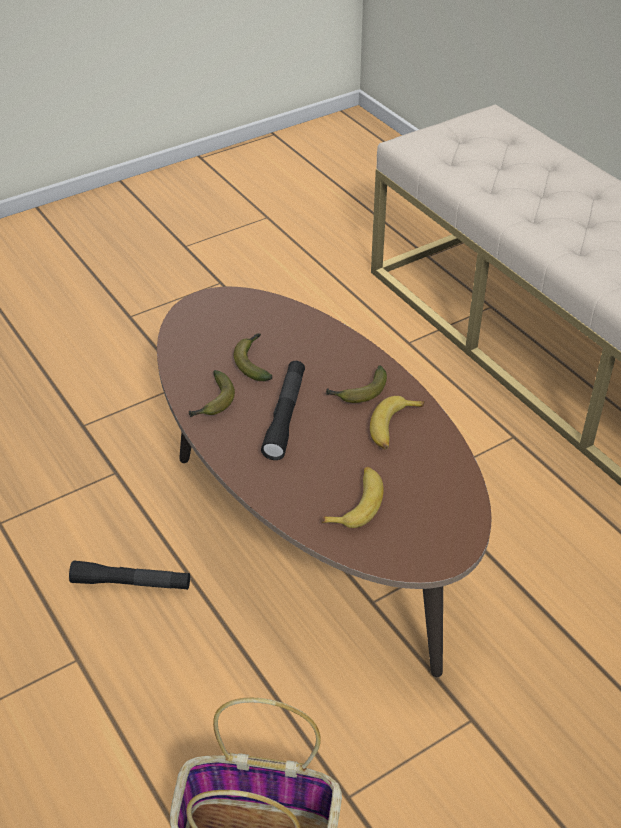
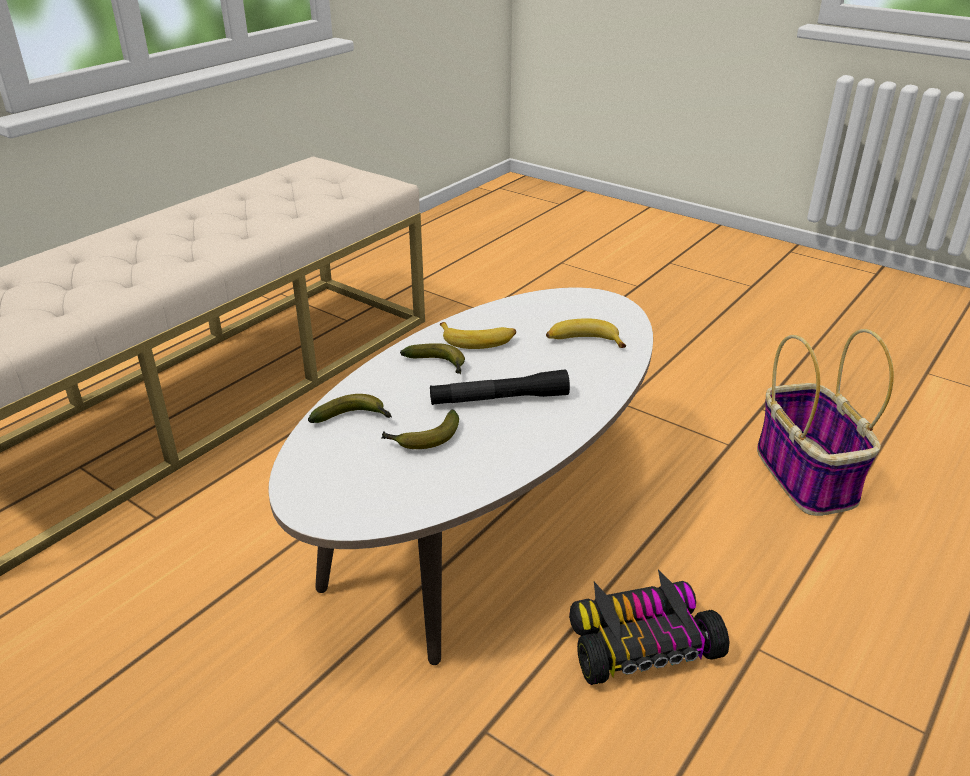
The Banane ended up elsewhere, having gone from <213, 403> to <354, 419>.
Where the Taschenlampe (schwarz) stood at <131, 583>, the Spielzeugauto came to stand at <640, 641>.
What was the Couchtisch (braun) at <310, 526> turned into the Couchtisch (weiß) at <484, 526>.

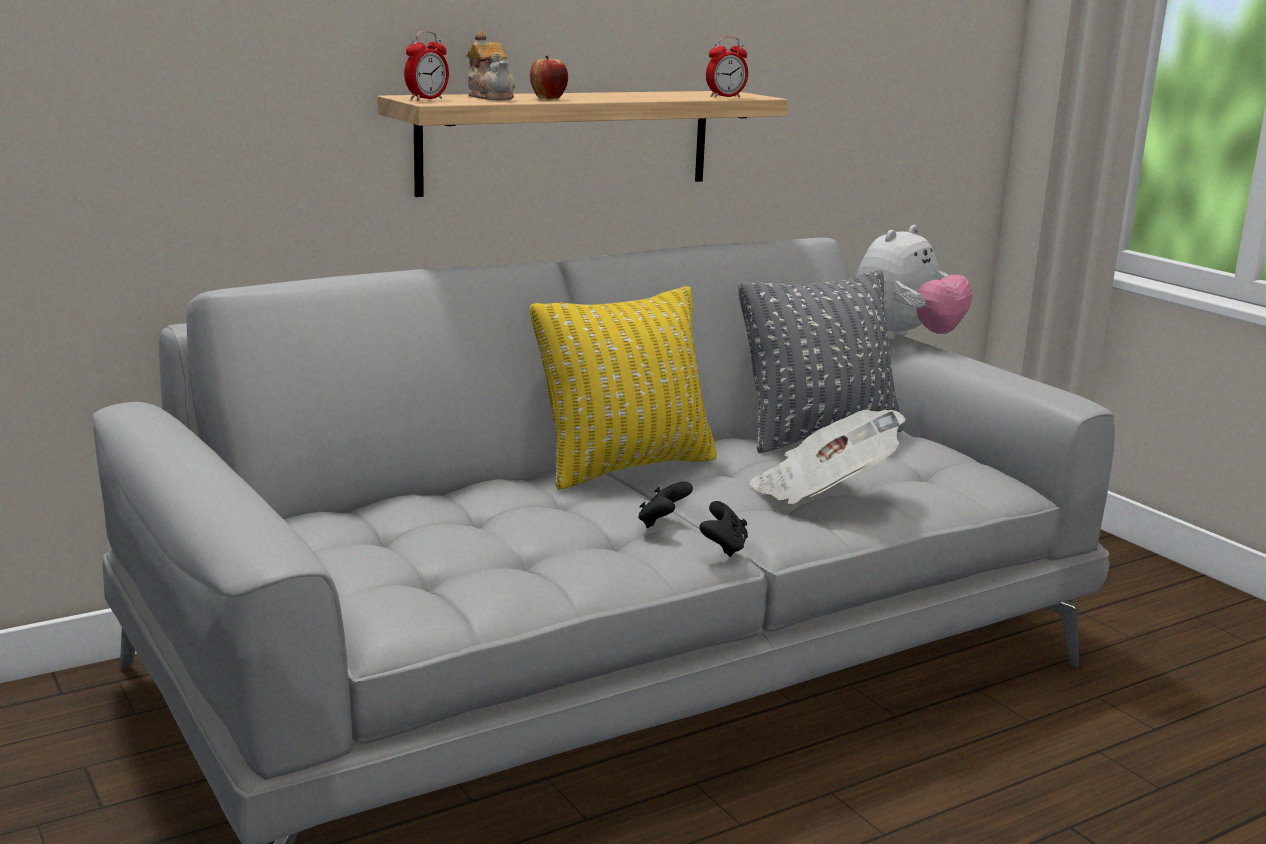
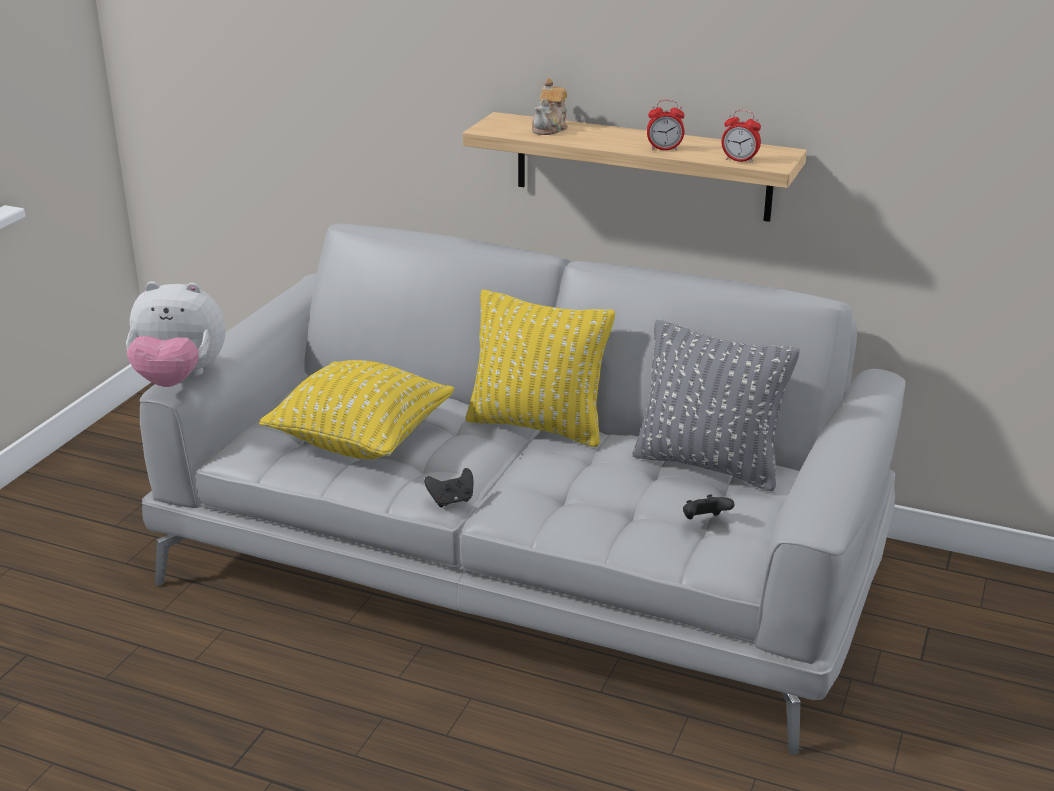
The second view lost the Apfel at <548, 98>.
The second view lost the Zeitung at <823, 492>.
The second view gained the Kissen (gelb) at <361, 441>.
The Wecker ended up elsewhere, having gone from <426, 99> to <664, 149>.
The Gamepad (schwarz) ended up elsewhere, having gone from <662, 523> to <704, 521>.
The Plüschtier ended up elsewhere, having gone from <905, 338> to <179, 379>.

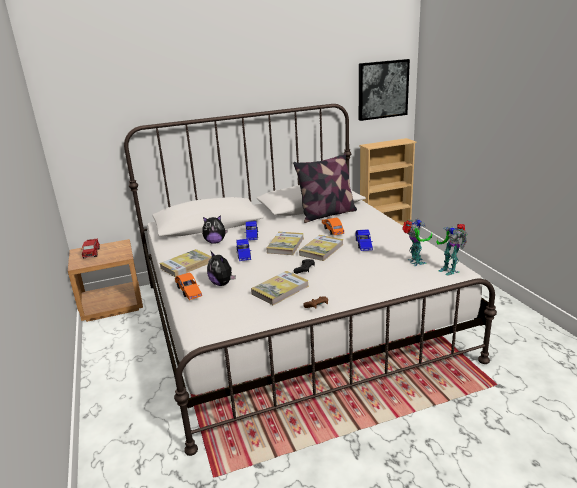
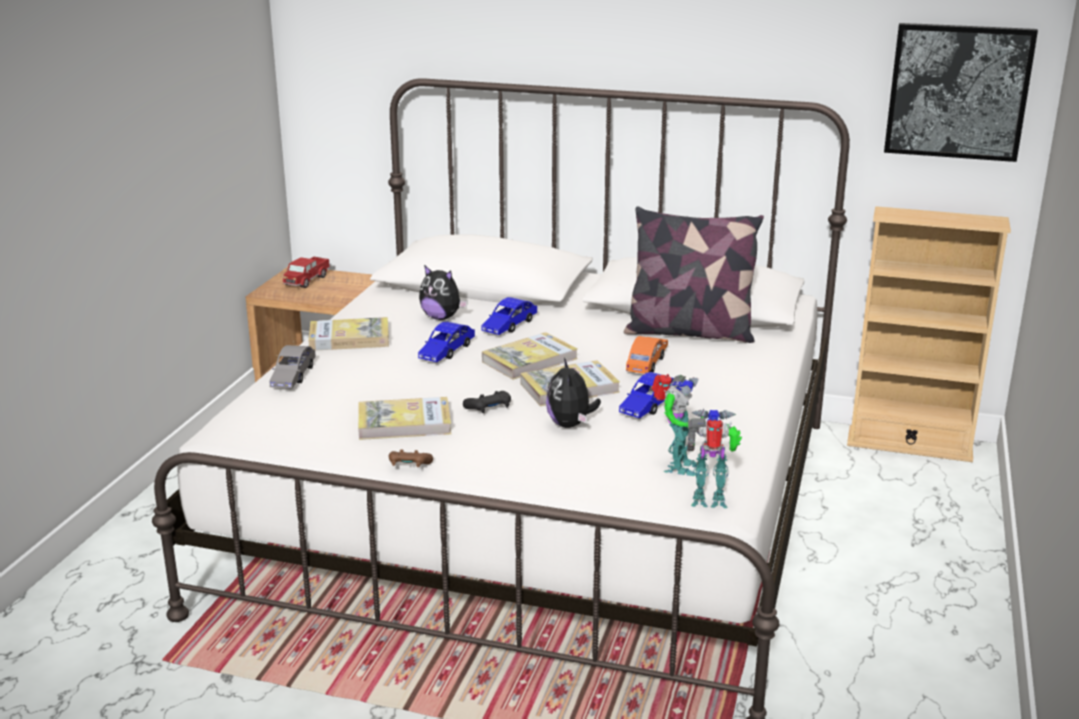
The Plüschtier ended up elsewhere, having gone from <222, 283> to <570, 424>.
What was the Spielzeugauto (orange) at <188, 291> turned into the Spielzeugauto (grau) at <293, 376>.
The Spielzeugroboter at <449, 270> ended up facing another way, 90 degrees clockwise from before.

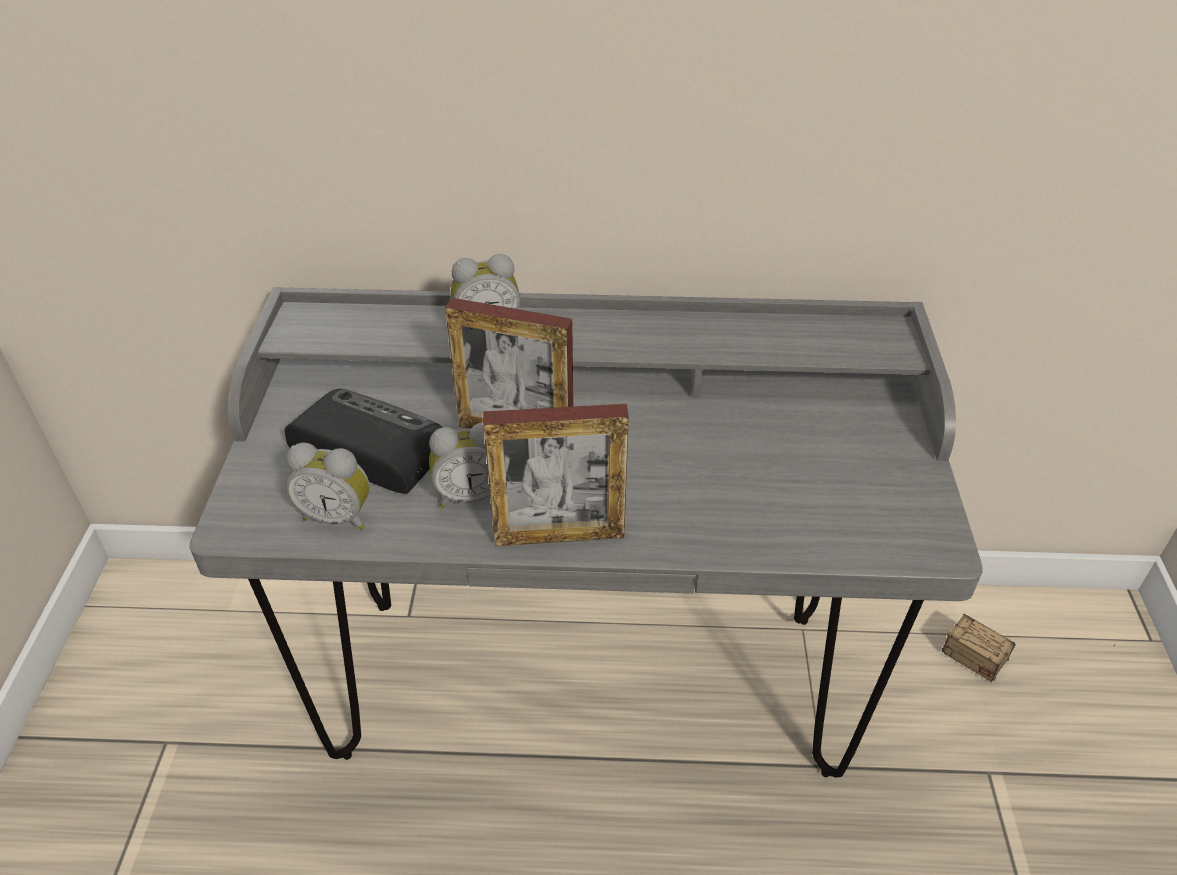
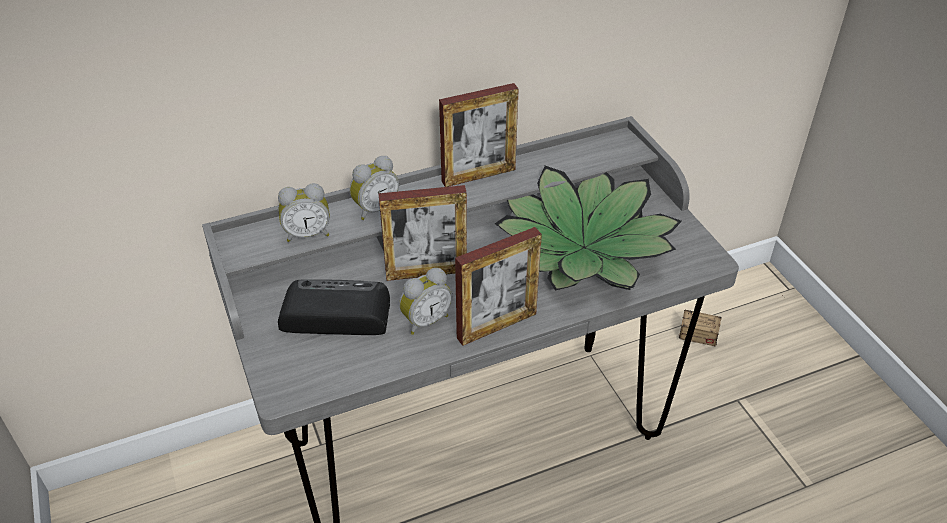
The second view gained the Bilderrahmen at <478, 175>.
The second view gained the Topfpflanze at <584, 248>.
The Wecker ended up elsewhere, having gone from <338, 515> to <307, 234>.

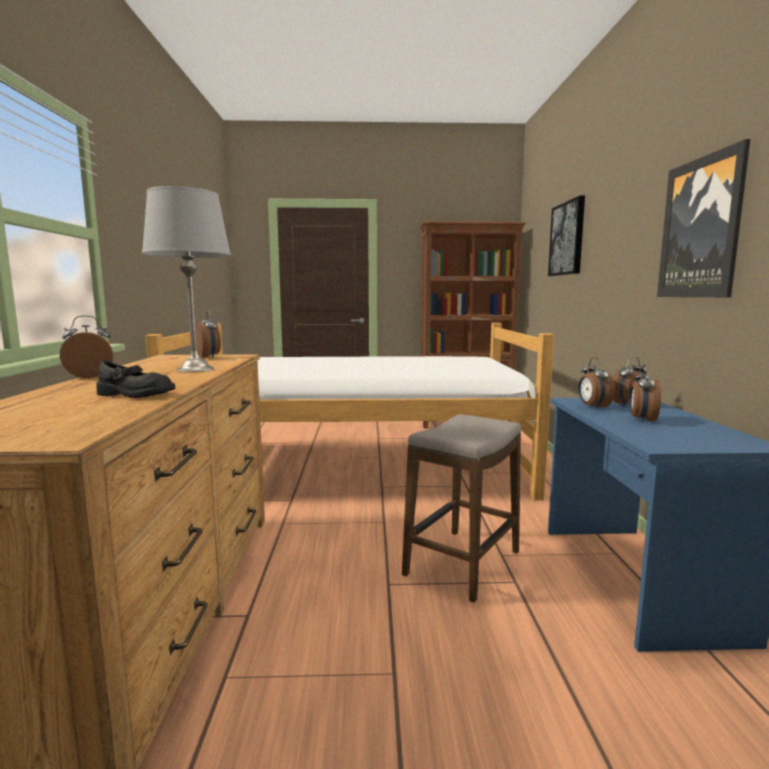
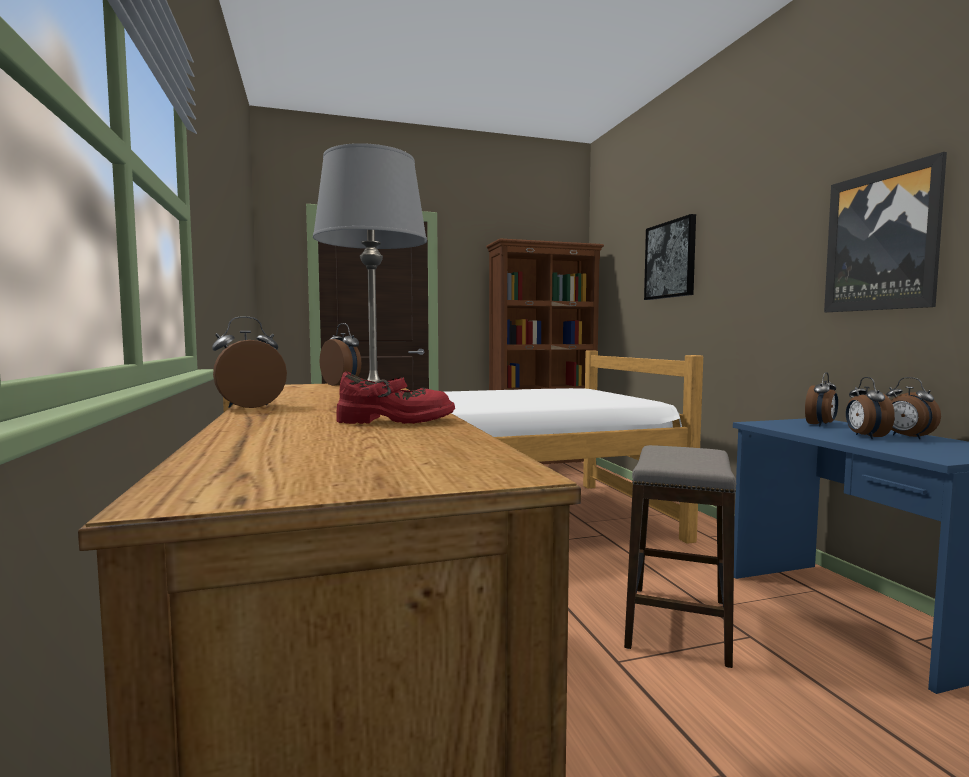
The Wecker ended up elsewhere, having gone from <592, 407> to <907, 437>.
What was the Schuh (schwarz) at <135, 394> turned into the Schuh (rot) at <396, 421>.

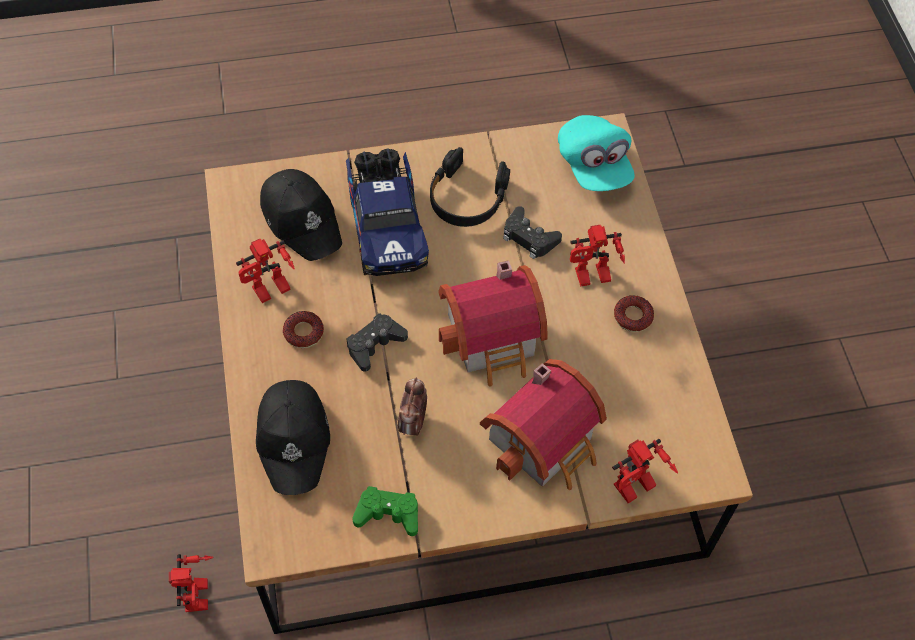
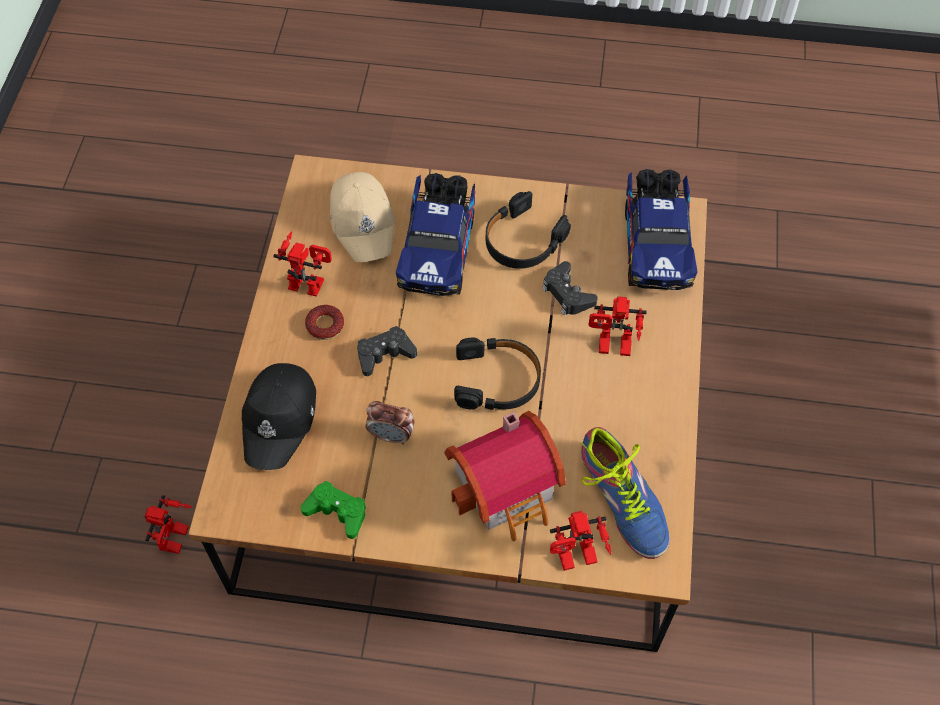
The second view lost the Donut at <632, 316>.
The second view gained the Schuh at <623, 499>.
Where the Spielzeughaus stood at <495, 339>, the Kopfhörer (schwarz) came to stand at <497, 380>.
Where the Kappe (türkis) stood at <594, 166>, the Spielzeuglaster came to stand at <656, 242>.
What was the Kappe (schwarz) at <302, 219> turned into the Kappe (beige) at <363, 222>.
The Spielzeugroboter at <271, 293> ended up facing another way, 150 degrees counterclockwise from before.
The Wecker at <413, 423> ended up facing another way, 105 degrees counterclockwise from before.

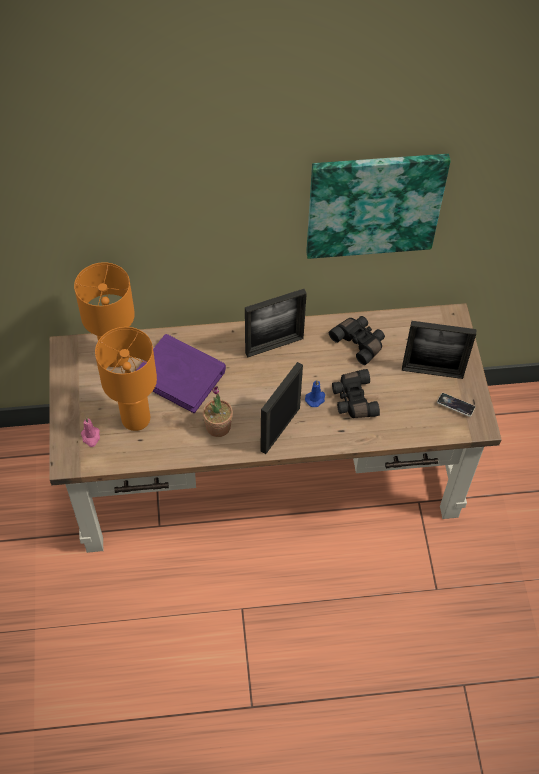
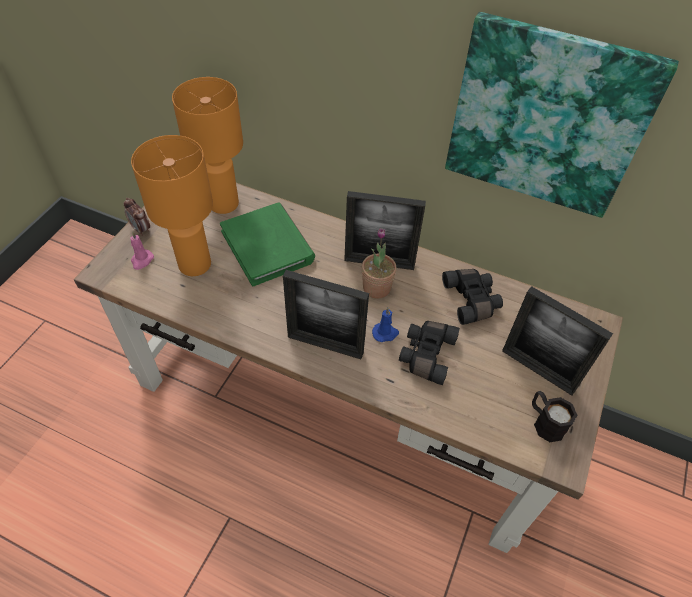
The second view gained the Wecker at <141, 229>.
The Topfpflanze ended up elsewhere, having gone from <218, 426> to <376, 288>.
Where the Handy stood at <455, 406>, the Henkelbecher (schwarz) came to stand at <545, 422>.
What was the Buch (lila) at <180, 375> turned into the Buch (grün) at <268, 246>.
The Bilderrahmen at <280, 429> ended up facing another way, 135 degrees counterclockwise from before.

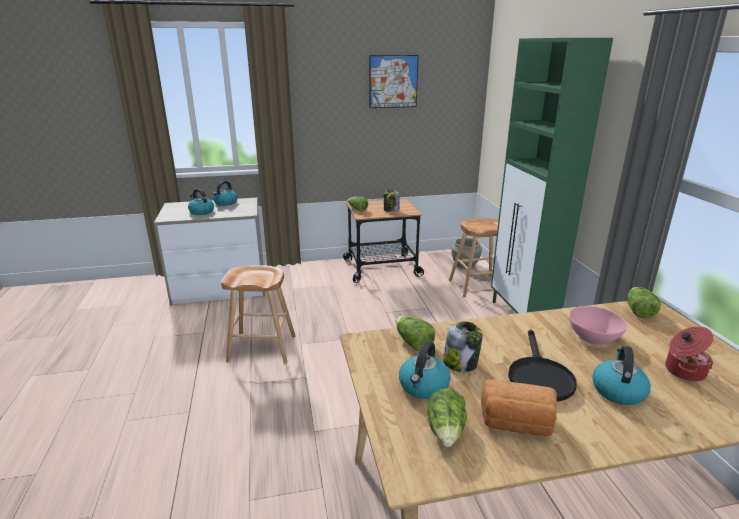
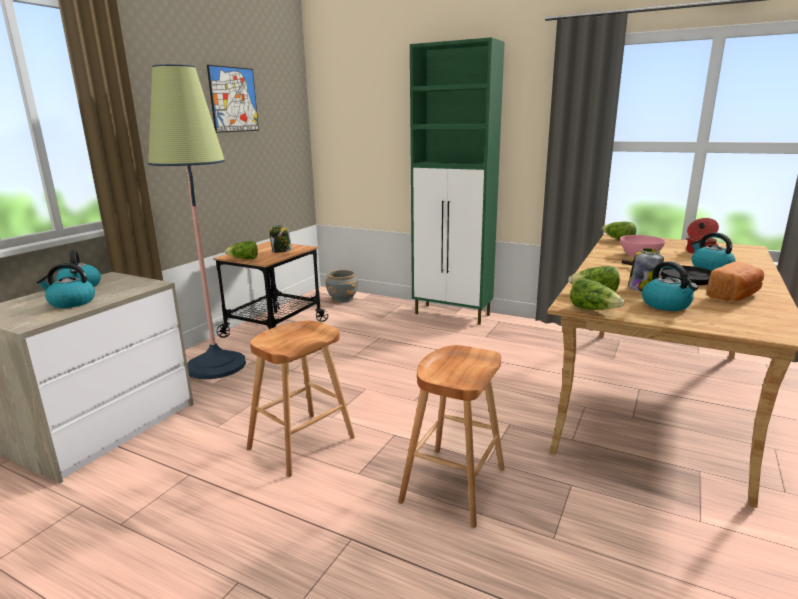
The second view gained the Stehlampe at <216, 366>.
The Salatkopf ended up elsewhere, having gone from <446, 431> to <593, 310>.
The Hocker (braun) ended up elsewhere, having gone from <477, 286> to <453, 485>.

